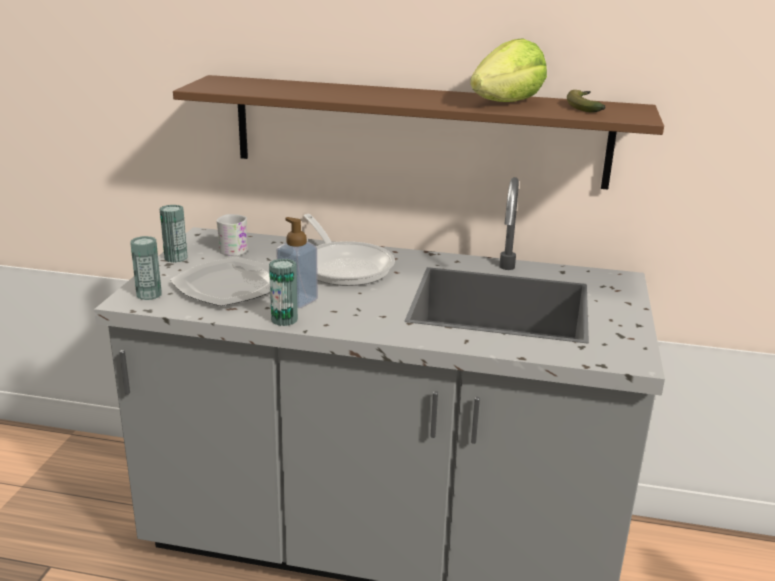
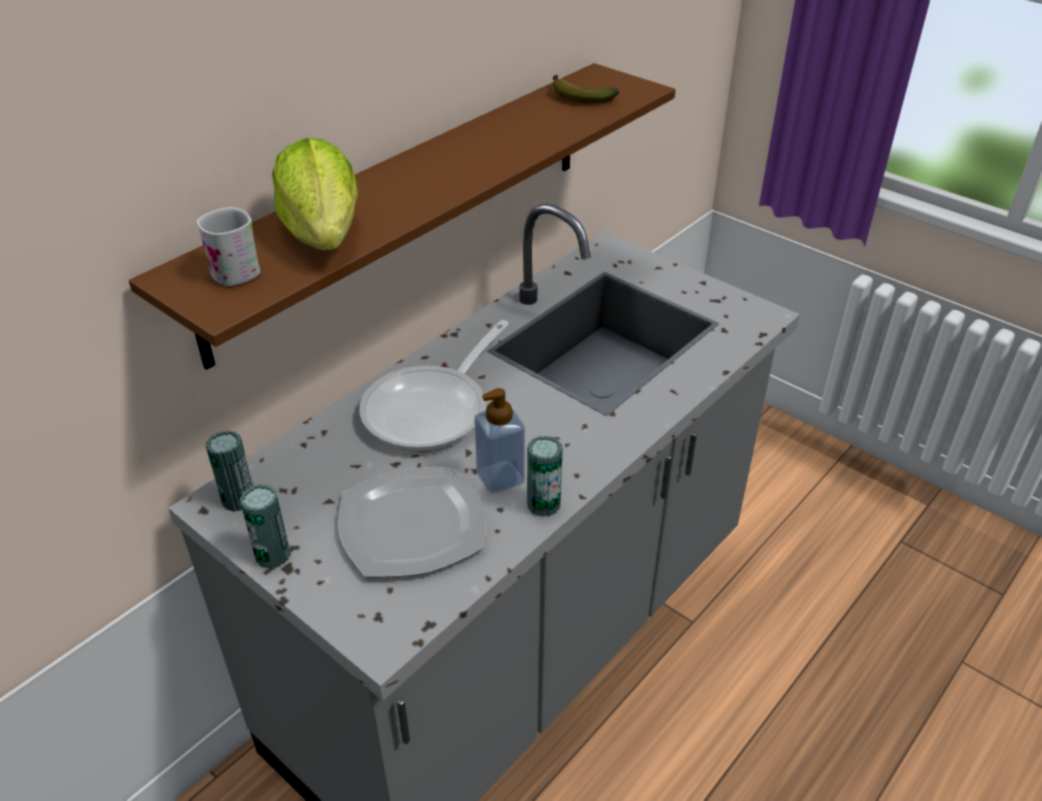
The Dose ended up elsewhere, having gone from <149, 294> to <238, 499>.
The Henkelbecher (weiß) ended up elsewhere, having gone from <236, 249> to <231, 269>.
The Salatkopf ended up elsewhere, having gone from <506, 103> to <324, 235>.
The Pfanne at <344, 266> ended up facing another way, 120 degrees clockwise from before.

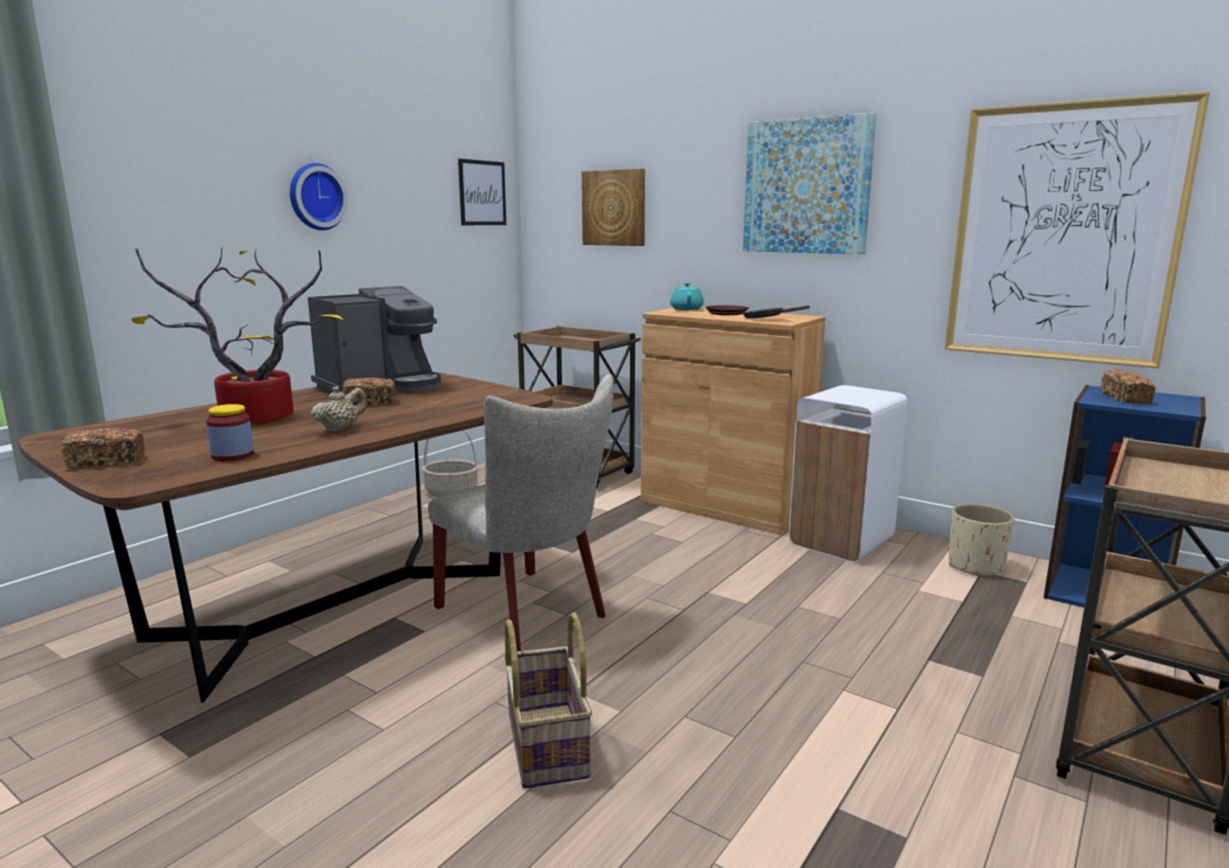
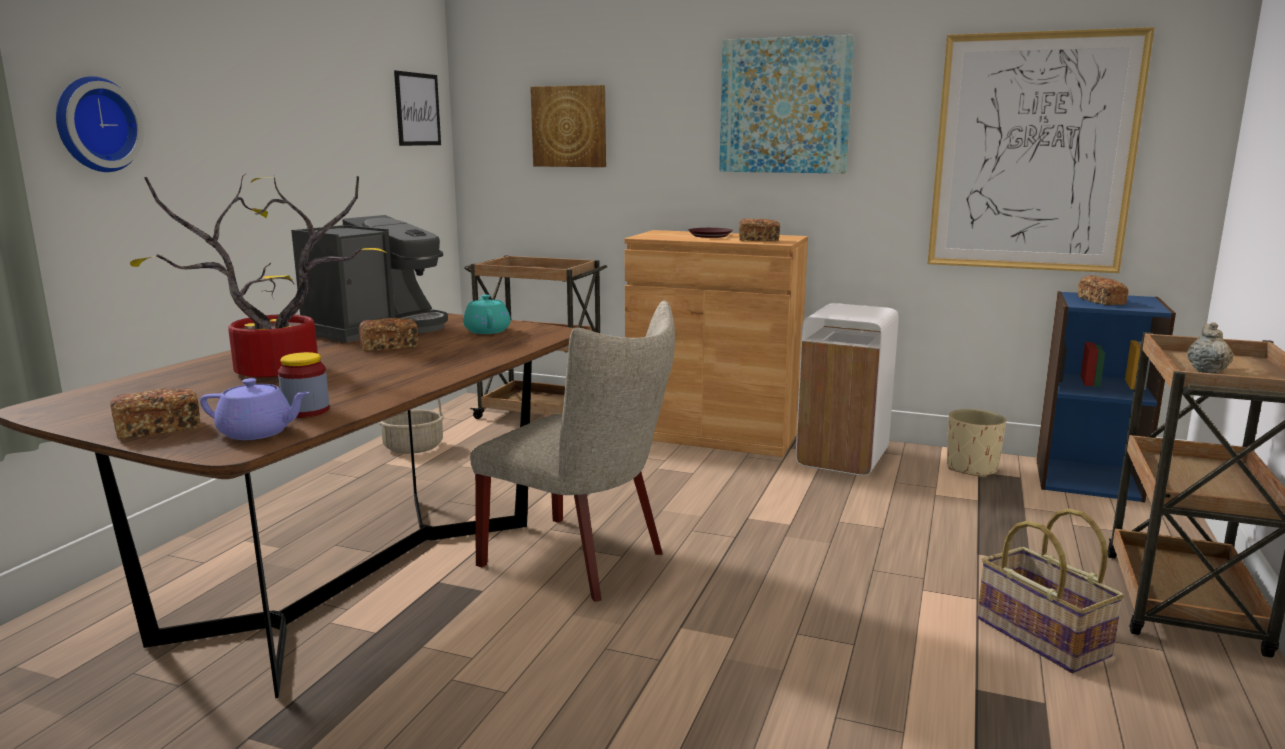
The second view gained the Teekanne (lila) at <258, 433>.
The Wanduhr ended up elsewhere, having gone from <315, 197> to <94, 125>.
The Teekanne (beige) ended up elsewhere, having gone from <341, 429> to <1206, 371>.
The Korb ended up elsewhere, having gone from <545, 744> to <1040, 637>.
The Teekanne (türkis) ended up elsewhere, having gone from <686, 309> to <487, 330>.
Where the Pfanne (schwarz) stood at <767, 319>, the Brot came to stand at <758, 240>.

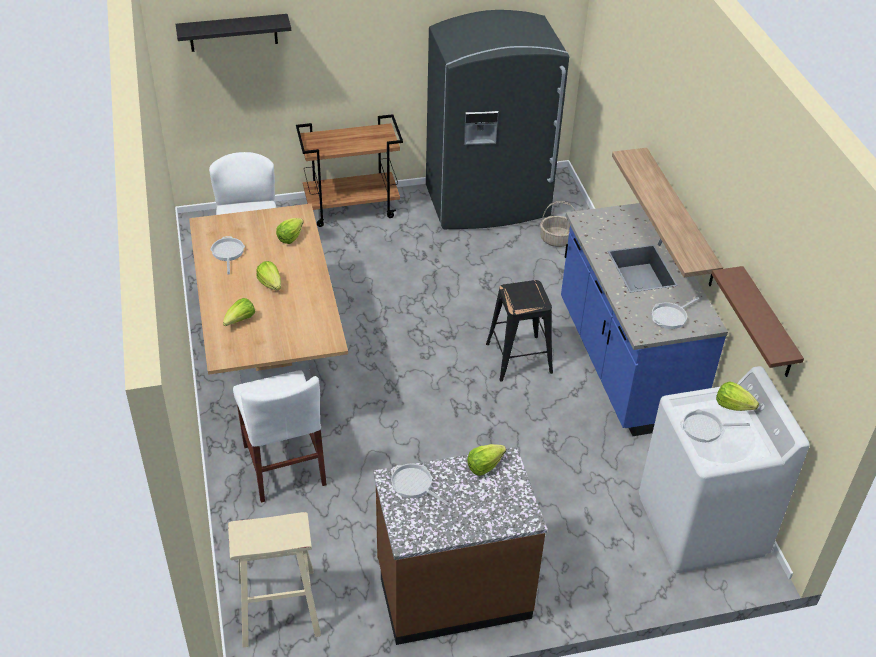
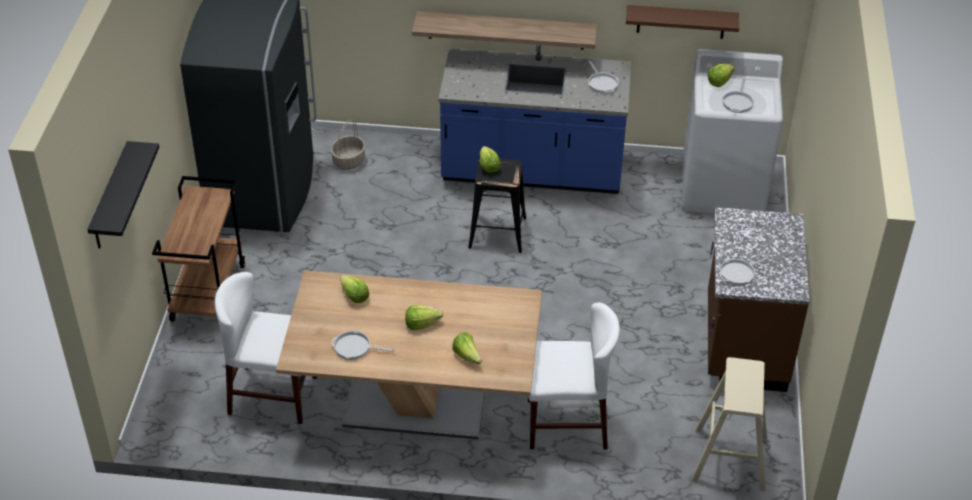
The Salatkopf ended up elsewhere, having gone from <484, 466> to <488, 166>.

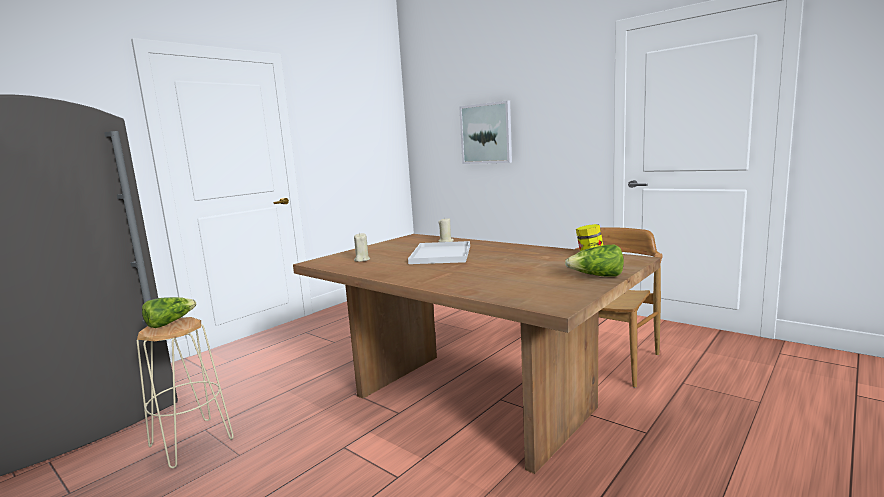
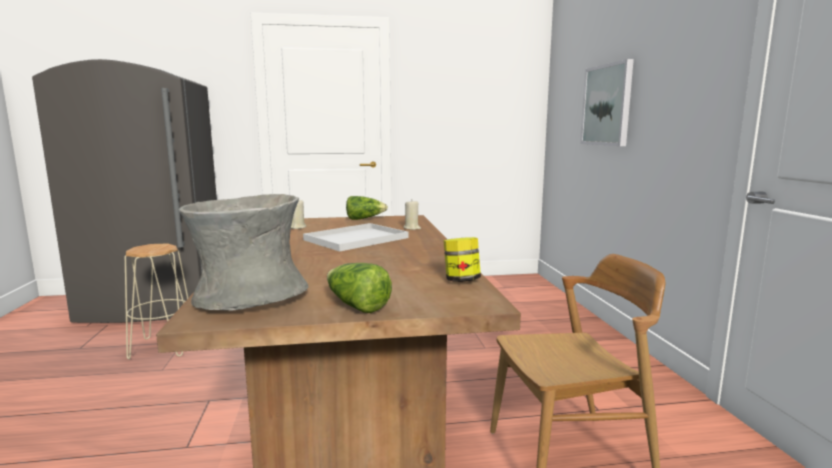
The second view gained the Vase (grau) at <250, 298>.
The Salatkopf ended up elsewhere, having gone from <170, 323> to <364, 219>.

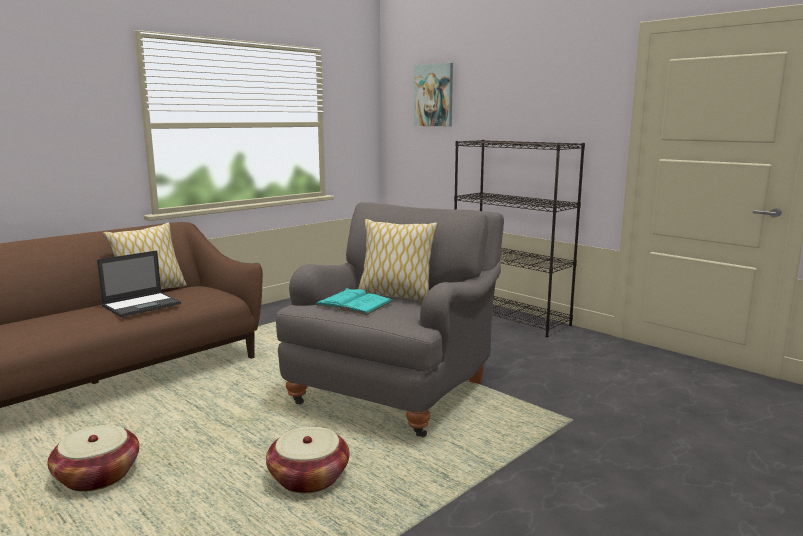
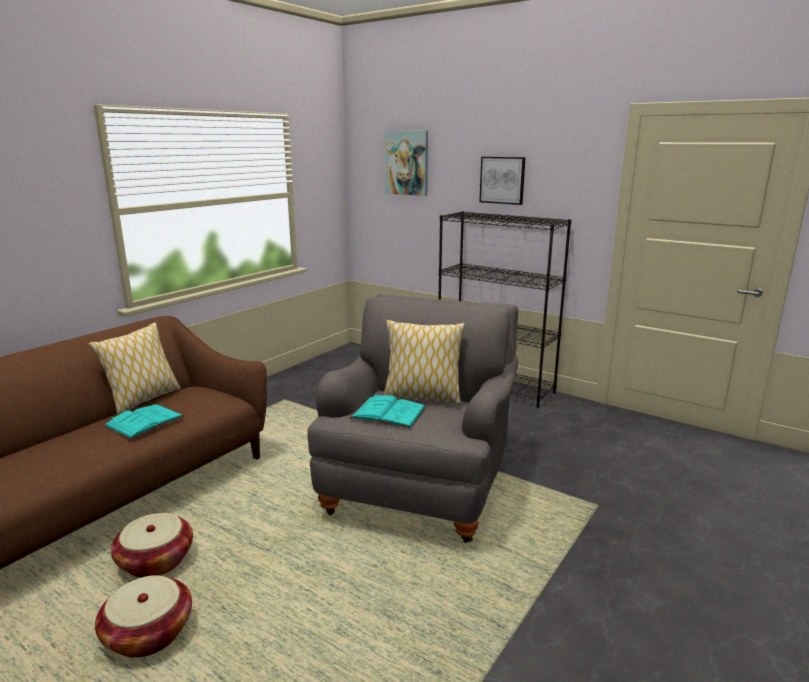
The second view gained the Bild at <502, 180>.
The Korb ended up elsewhere, having gone from <308, 478> to <156, 561>.
Where the Laptop stood at <142, 305>, the Buch (türkis) came to stand at <145, 421>.

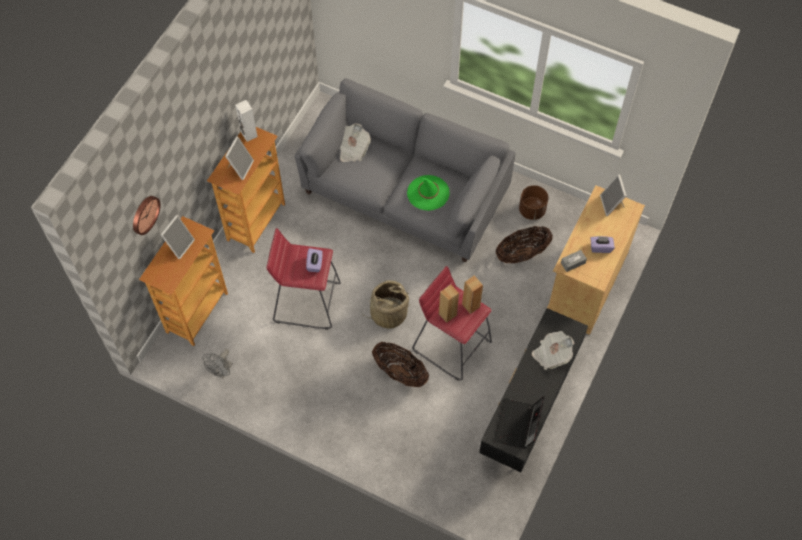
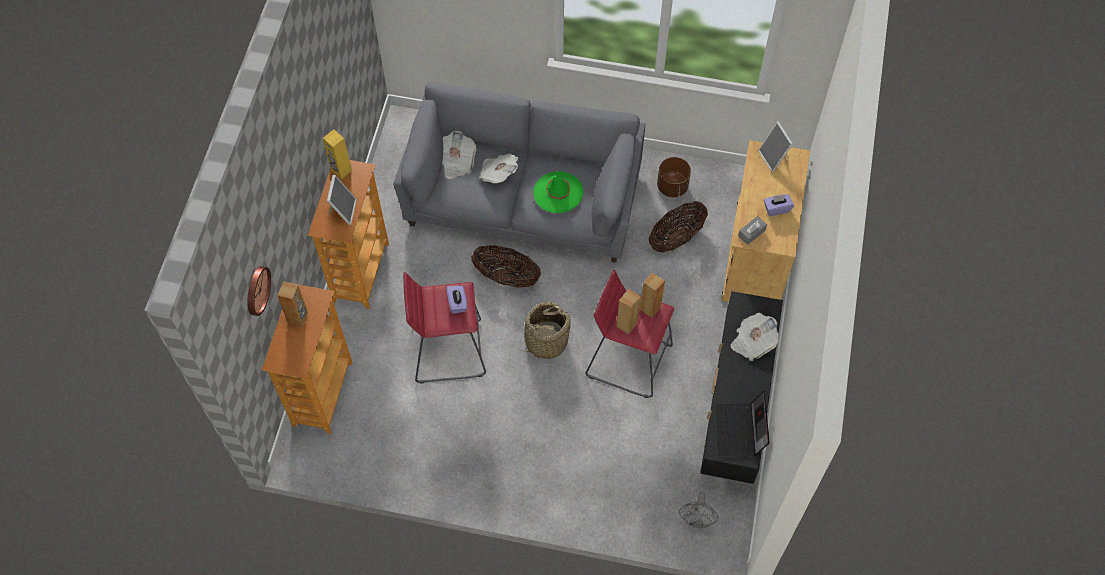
The second view gained the Zeitung at <498, 173>.
The Ventilator (grau) ended up elsewhere, having gone from <222, 372> to <696, 520>.
The Korb ended up elsewhere, having gone from <400, 372> to <506, 277>.
Where the Bilderrahmen stood at <179, 245>, the Lautsprecher (braun) came to stand at <298, 318>.
What was the Lautsprecher (weiß) at <249, 134> turned into the Lautsprecher (gelb) at <341, 170>.

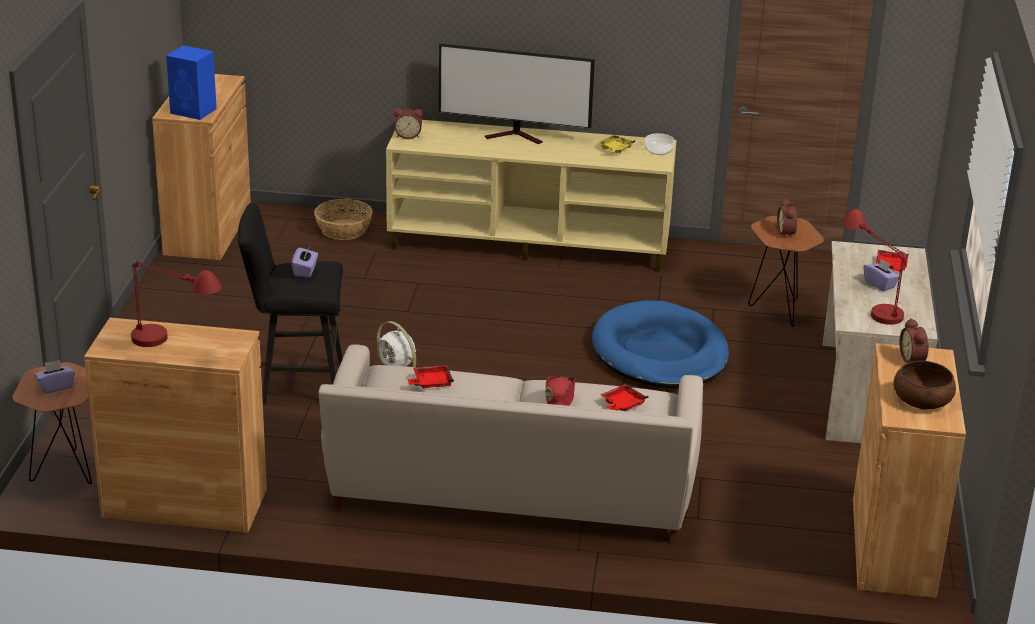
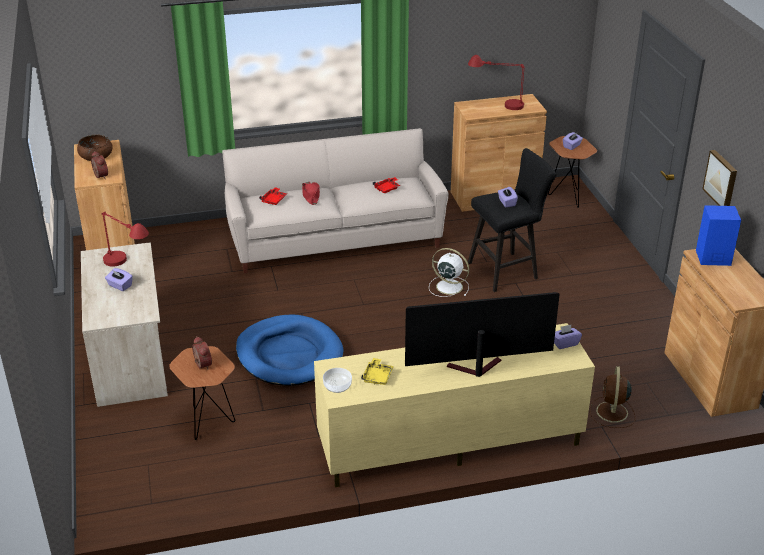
The second view lost the Tablett (rot) at <891, 266>.
The second view gained the Bild at <721, 179>.
Where the Korb stood at <343, 230>, the Ventilator (braun) came to stand at <612, 413>.
Where the Wecker stood at <408, 136>, the Taschentuchbox (lila) came to stand at <565, 343>.

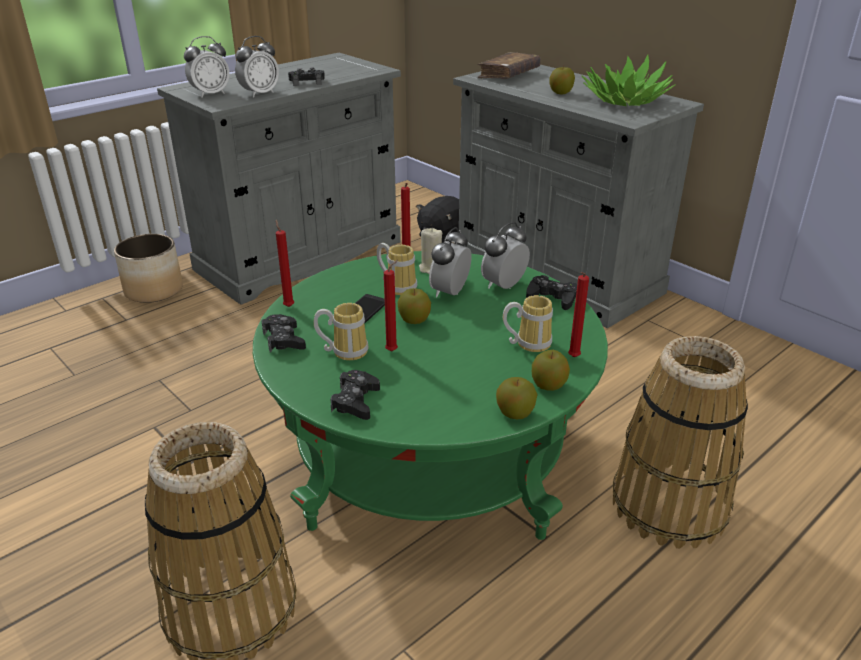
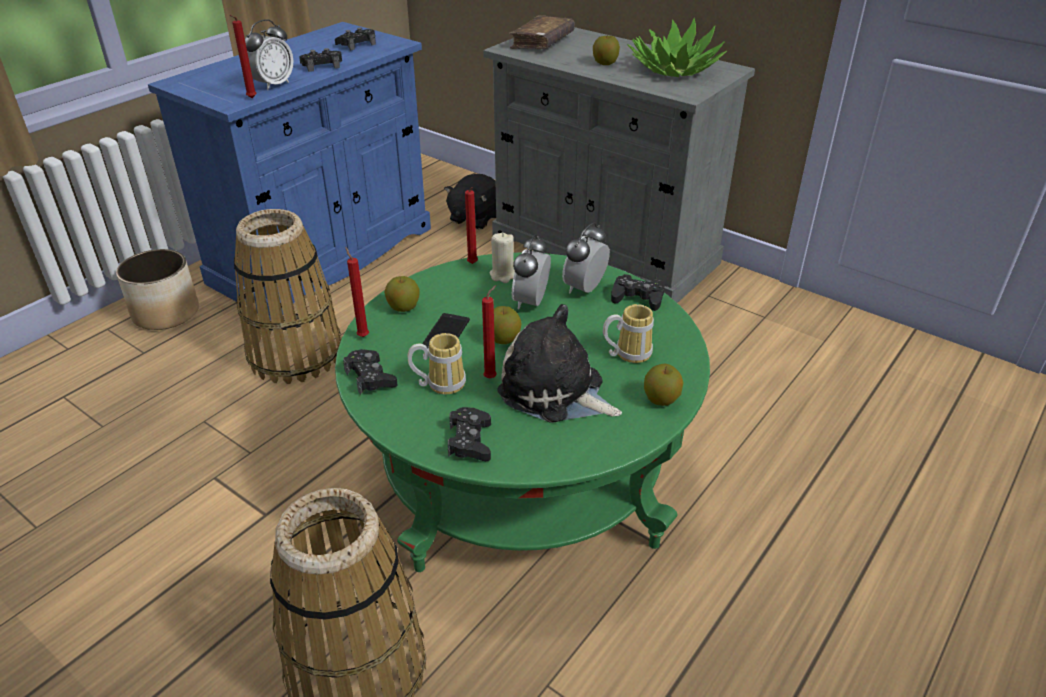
The second view lost the Wecker at <210, 94>.
The second view lost the Henkelbecher at <398, 286>.
The second view gained the Gamepad (schwarz) at <356, 44>.
The second view gained the Plüschtier at <555, 392>.
The Apfel ended up elsewhere, having gone from <515, 413> to <403, 307>.
The Kerze (rot) ended up elsewhere, having gone from <573, 358> to <251, 98>.
The Korb ended up elsewhere, having gone from <669, 505> to <296, 354>.
What was the Schrank (grau) at <300, 256> turned into the Schrank (blau) at <324, 255>.

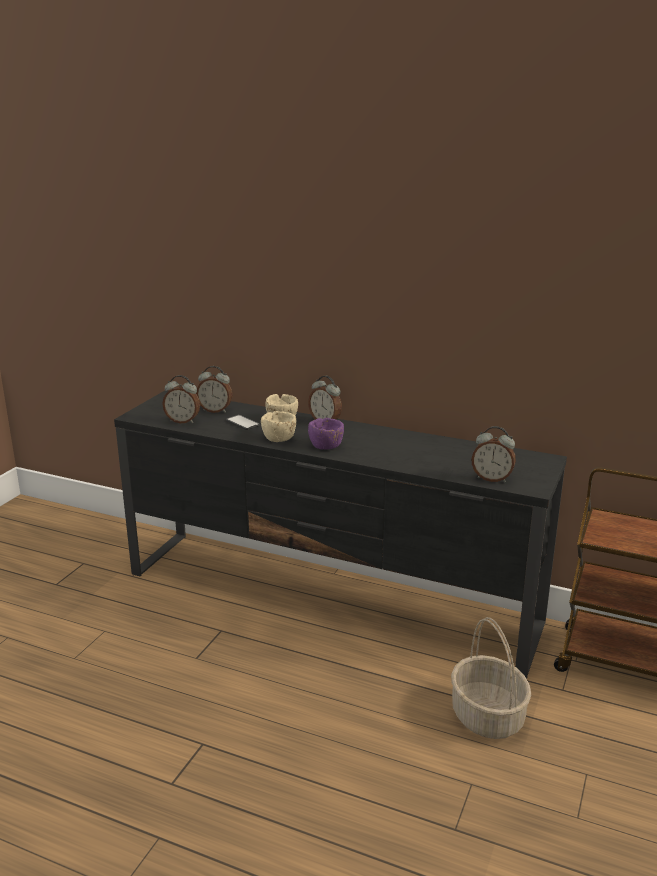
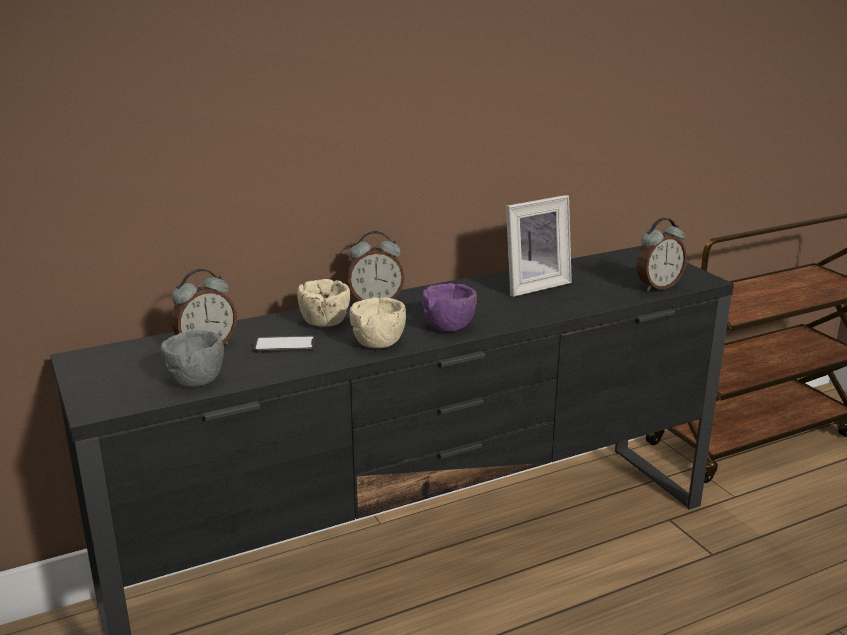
The second view lost the Korb at <488, 717>.
The second view gained the Bilderrahmen at <533, 285>.
Where the Wecker stood at <183, 421>, the Schüssel (grau) came to stand at <196, 379>.

